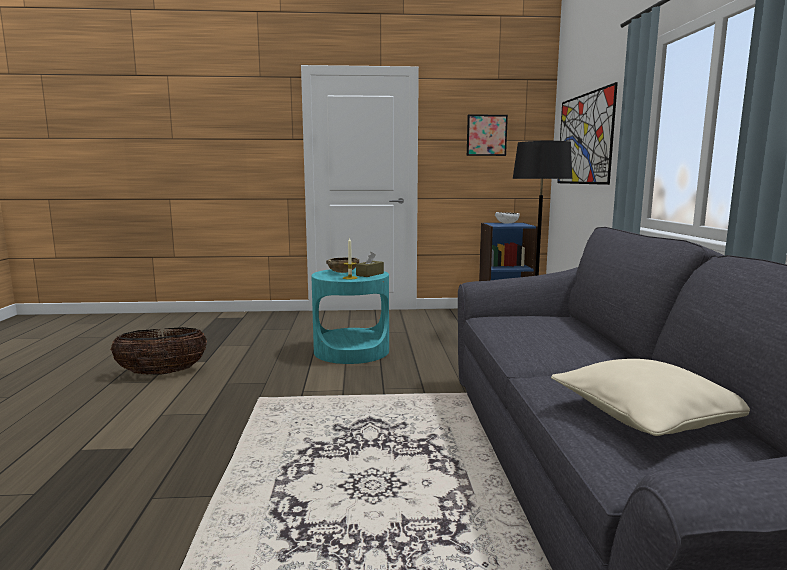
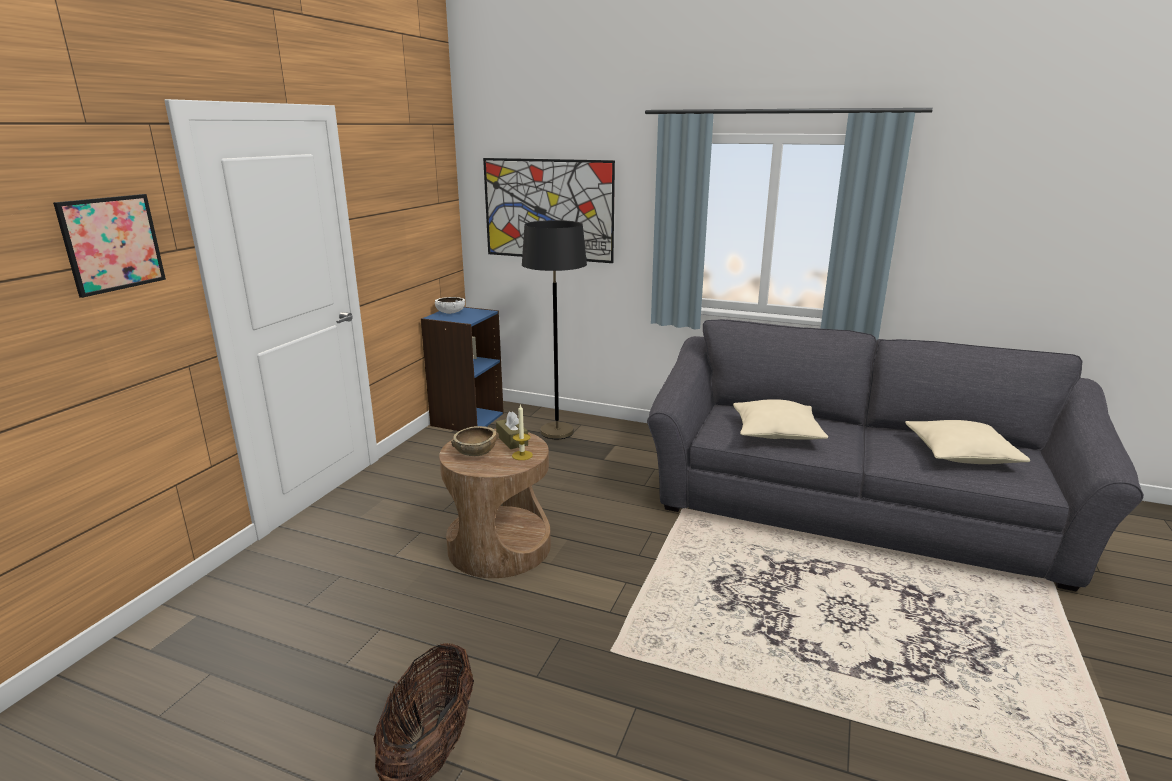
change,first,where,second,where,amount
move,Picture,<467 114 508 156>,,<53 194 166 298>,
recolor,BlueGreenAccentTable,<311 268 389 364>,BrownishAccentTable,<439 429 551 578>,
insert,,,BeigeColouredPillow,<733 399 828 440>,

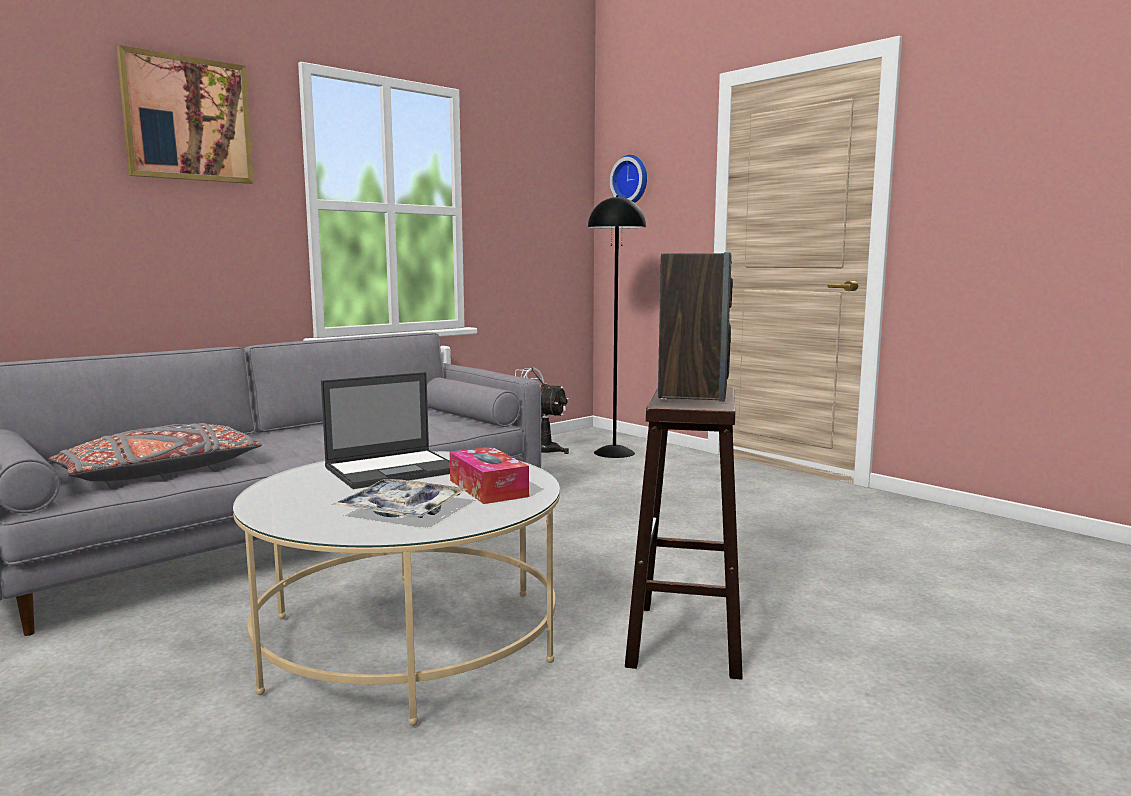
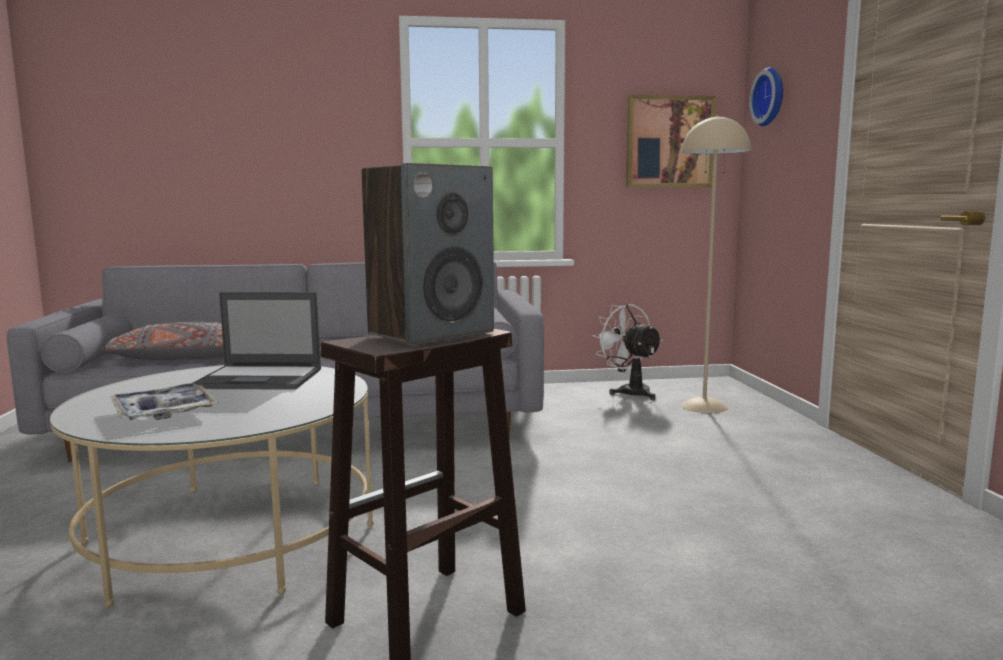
change,first,where,second,where,amount
move,Picture,<117 45 254 184>,,<626 95 716 187>,
recolor,BlackColouredFloorLamp,<588 195 646 458>,BeigeColouredFloorLamp,<681 115 751 413>,
delete,BoxOfTissues,<449 447 529 504>,,,

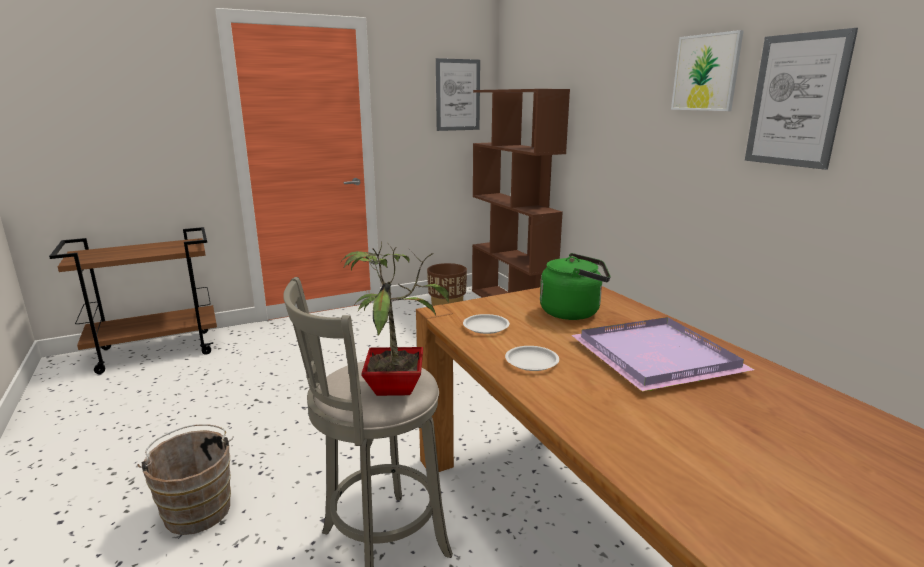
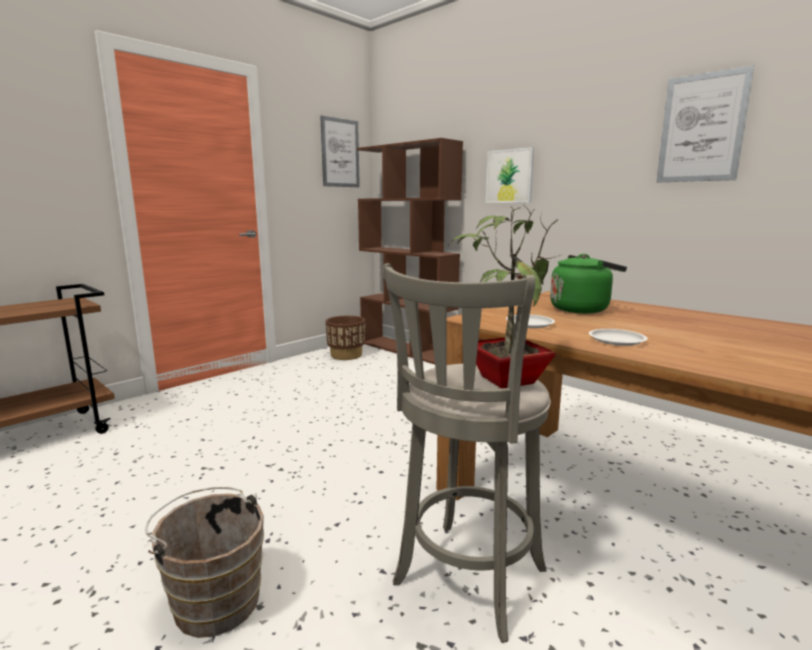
change,first,where,second,where,amount
move,Picture,<671 30 744 111>,,<486 147 534 203>,
delete,PurpleTray,<572 317 755 391>,,,

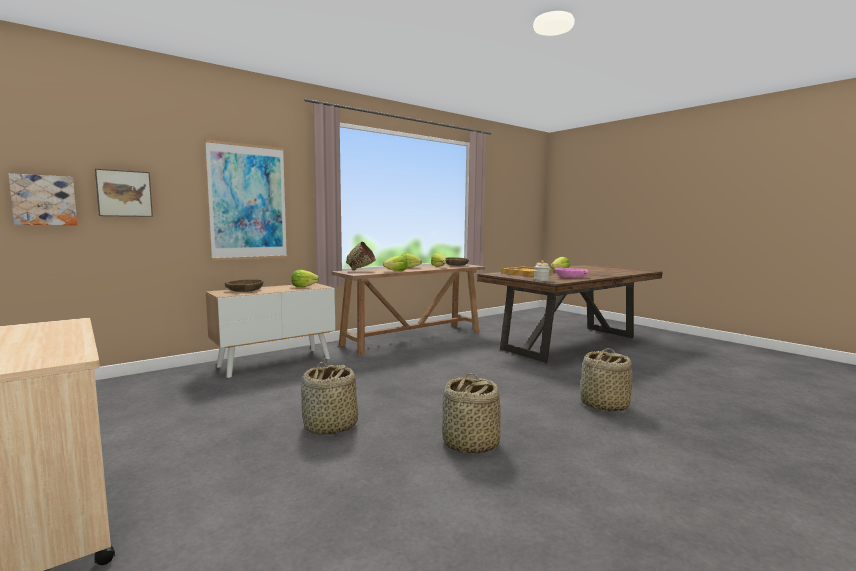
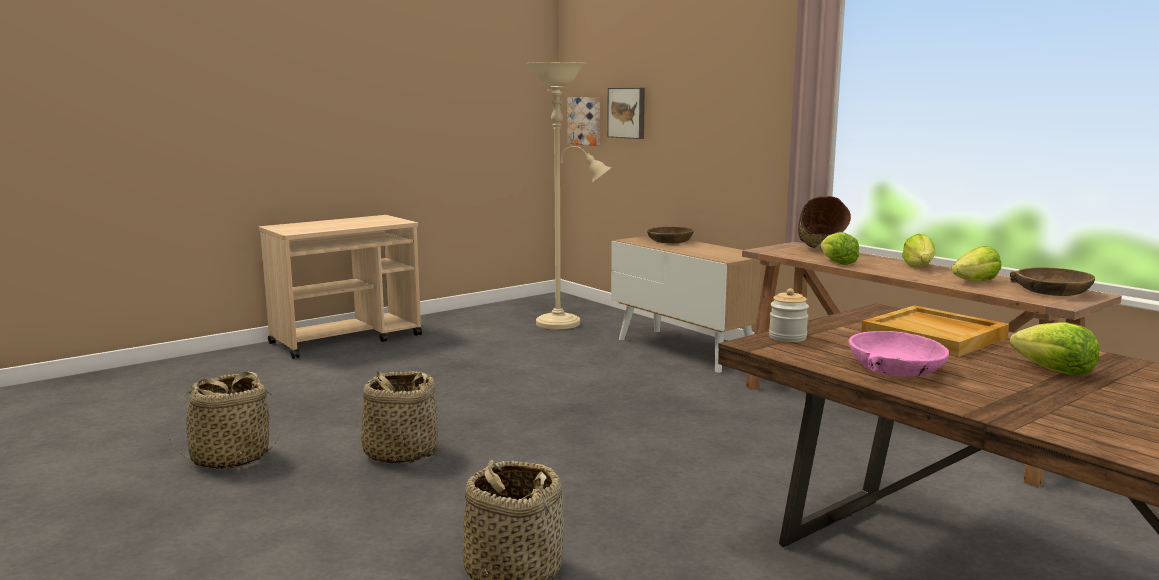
change,first,where,second,where,amount
delete,Picture,<205 140 287 260>,,,
delete,LettuceHead,<292 270 319 287>,,,
move,StorageBasket,<301 362 358 435>,,<168 372 280 470>,
insert,,,BeigeColouredFloorLamp,<526 62 612 330>,

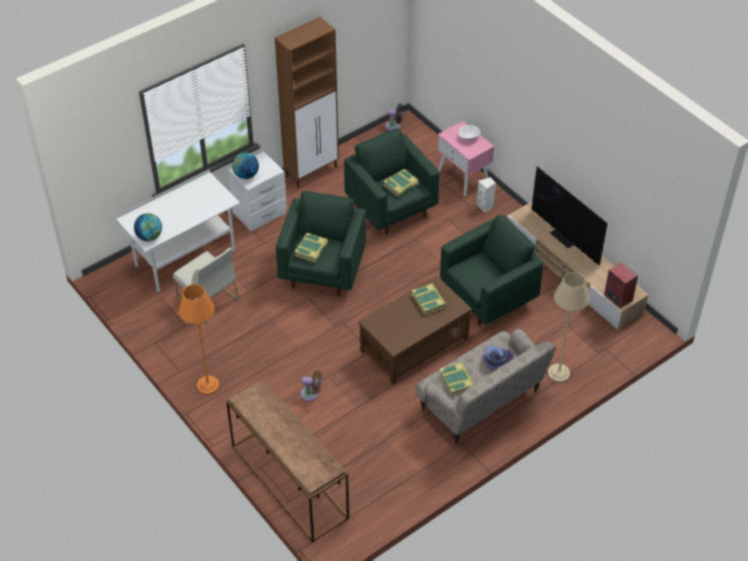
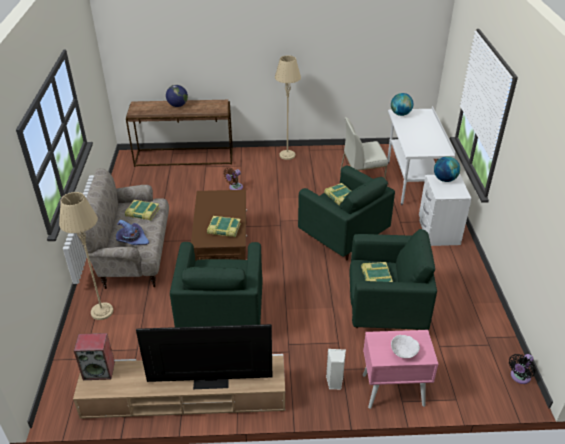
change,first,where,second,where,amount
delete,BrownishCupboard,<275 17 339 187>,,,
recolor,OrangeColouredFloorLamp,<179 284 219 395>,BeigeColouredFloorLamp,<275 55 301 160>,
insert,,,DeskGlobe,<166 85 188 107>,

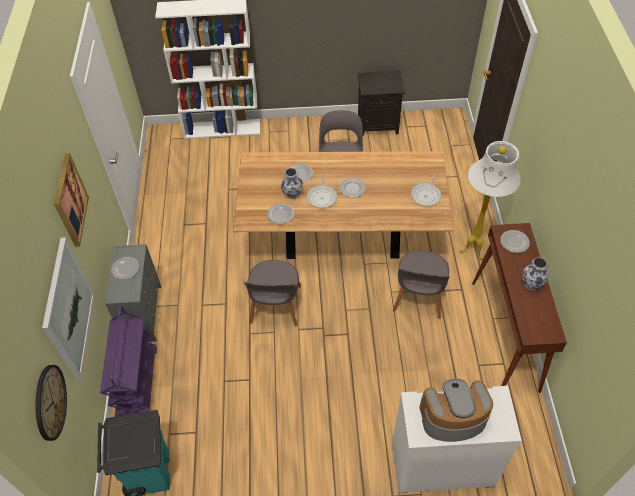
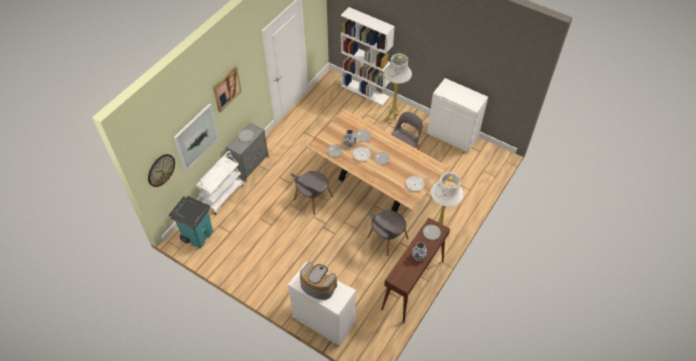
change,first,where,second,where,amount
replace,BlackColouredNightstand,<358 70 405 136>,WhitishCupboard,<427 78 488 153>,
recolor,PurpleCart,<100 305 157 417>,WhitishCart,<196 151 243 215>,
insert,,,WhitishFloorLamp,<384 54 412 124>,

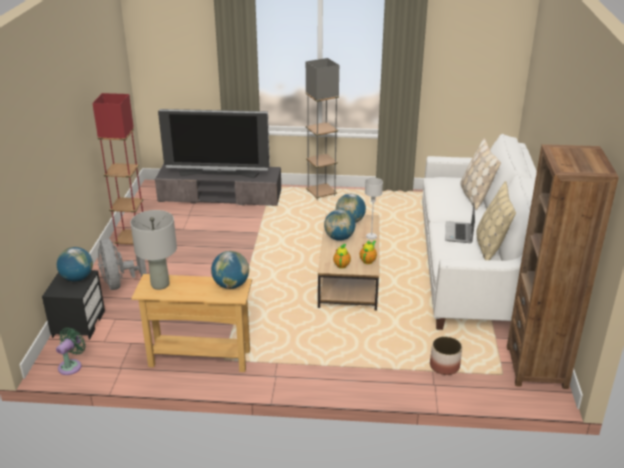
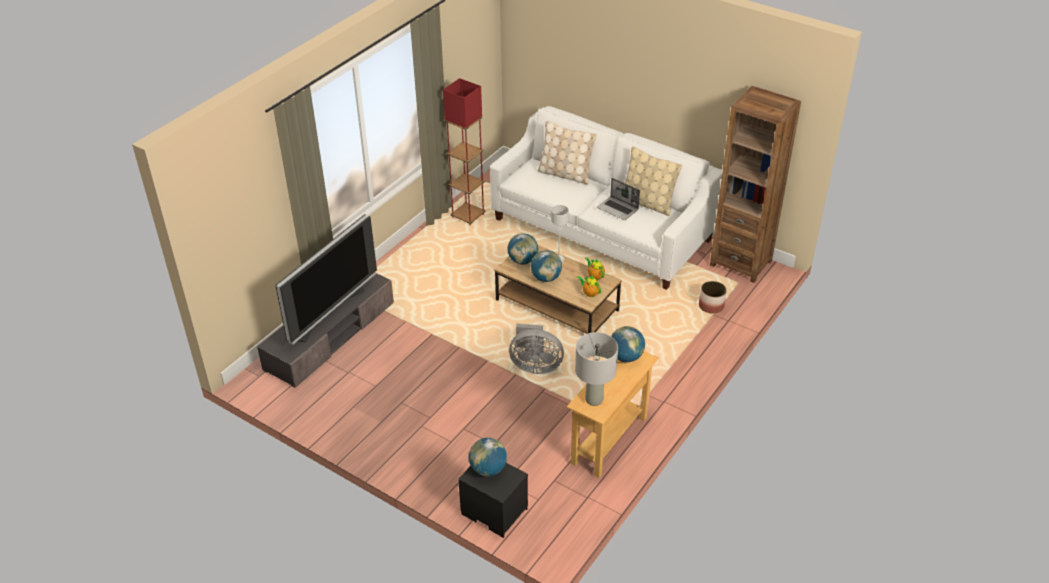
change,first,where,second,where,amount
delete,GreyishFloorLamp,<306 58 339 200>,,,
move,RedColouredFloorLamp,<92 93 143 247>,,<443 78 486 226>,
move,GreyishElectricFan,<98 238 147 290>,,<509 323 564 374>,
delete,GreenColouredElectricFan,<56 327 86 375>,,,

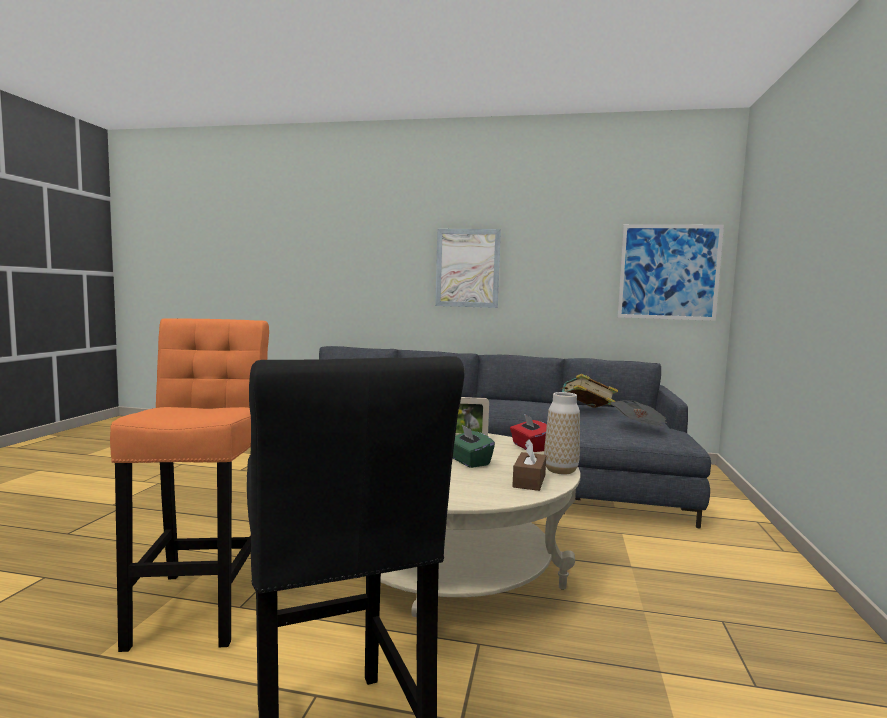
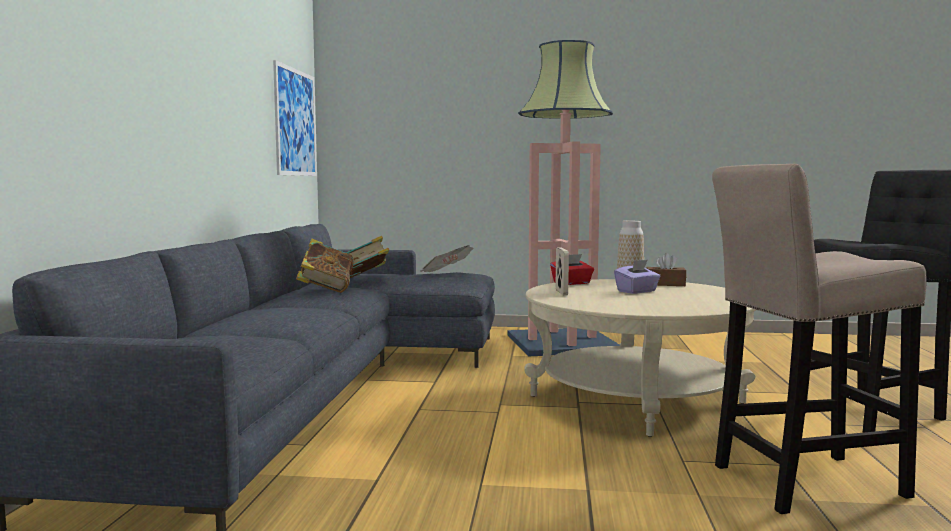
change,first,where,second,where,amount
delete,Picture,<435 229 501 308>,,,
recolor,OrangeColouredSittingStool,<110 318 269 652>,BeigeColouredSittingStool,<712 164 927 514>,
recolor,GreenColouredBoxOfTissues,<453 425 495 468>,PurpleBoxOfTissues,<614 260 661 294>,
insert,,,FloorLamp,<507 40 620 356>,
insert,,,Volume,<296 239 354 293>,

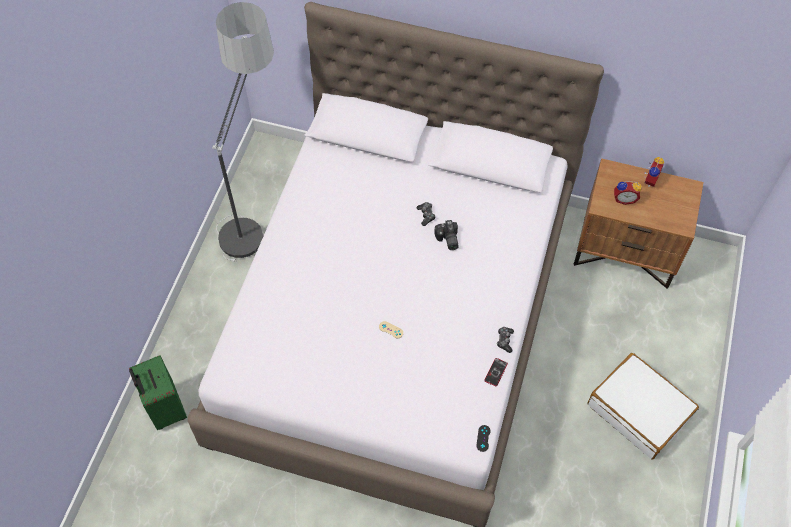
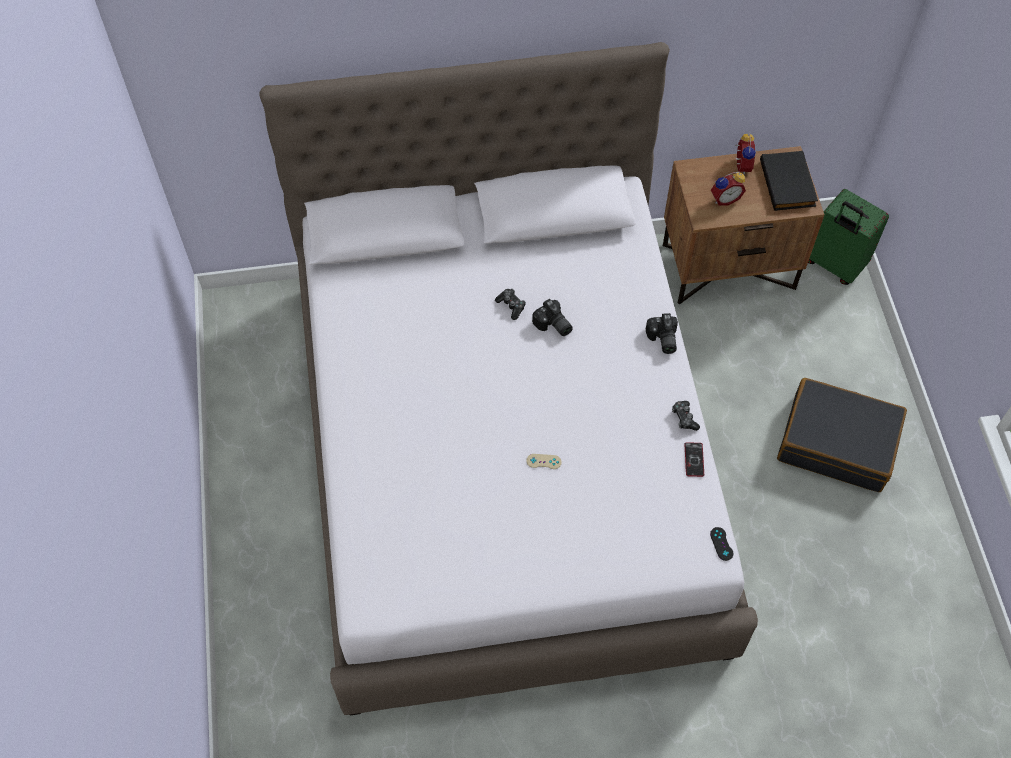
change,first,where,second,where,amount
delete,FloorLamp,<212 2 274 262>,,,
recolor,WhitishTravelCase,<587 353 699 460>,BlackColouredTravelCase,<777 378 907 492>,
move,GreenColouredTravelCase,<129 355 187 430>,,<808 189 889 285>,
insert,,,BlackColouredVolume,<760 151 818 211>,
insert,,,PhotoCamera,<646 313 678 354>,

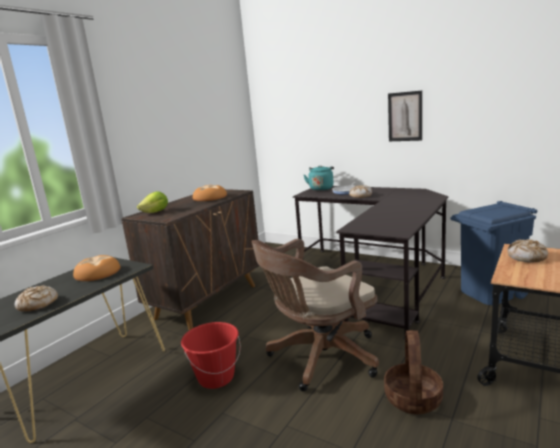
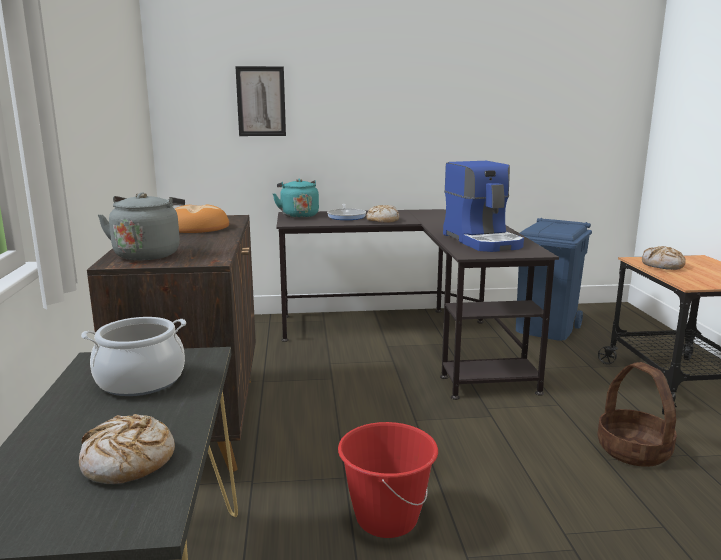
change,first,where,second,where,amount
move,Picture,<388 91 422 141>,,<235 66 286 136>,
replace,LettuceHead,<137 191 168 213>,GreyishWaterKettle,<98 192 185 260>,
delete,BrownishOfficeChair,<252 239 379 391>,,,
replace,Bread,<73 255 120 281>,Saucepot,<81 317 186 396>,
insert,,,CoffeeMaker,<443 161 524 252>,

